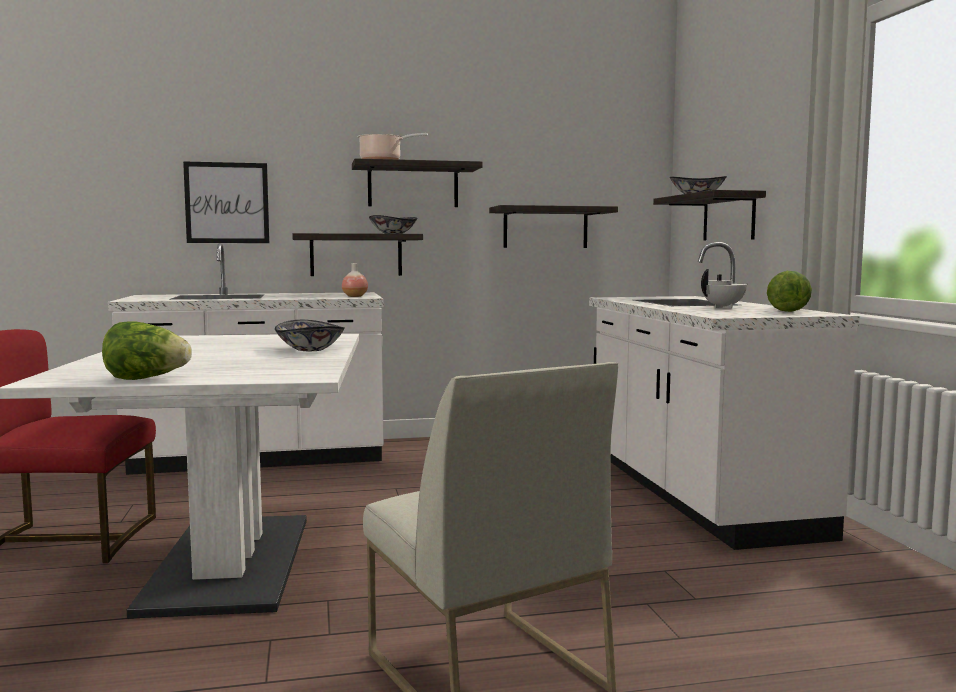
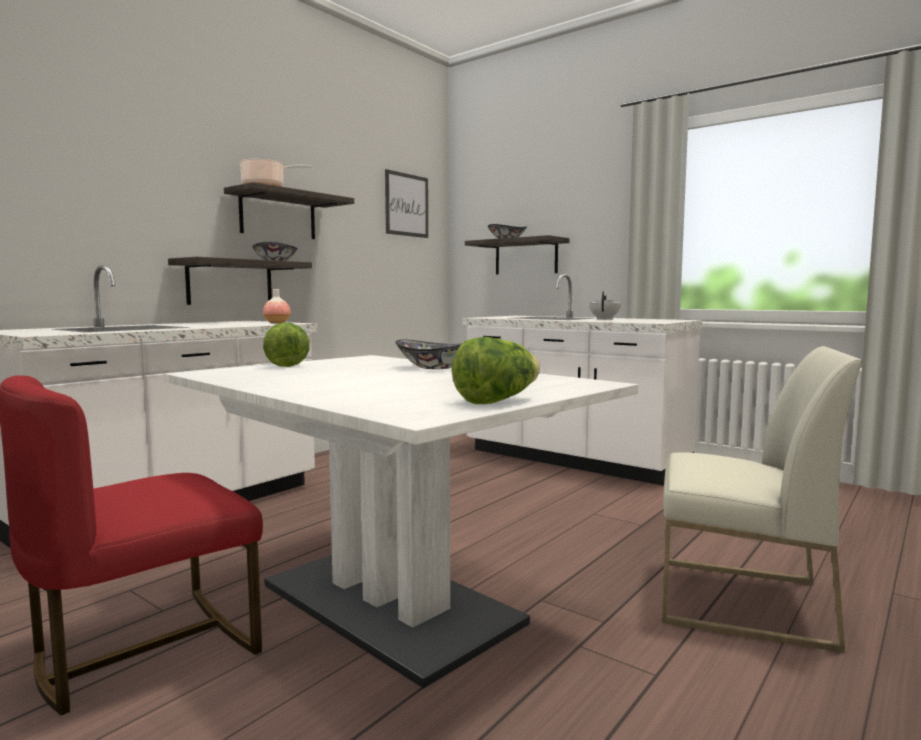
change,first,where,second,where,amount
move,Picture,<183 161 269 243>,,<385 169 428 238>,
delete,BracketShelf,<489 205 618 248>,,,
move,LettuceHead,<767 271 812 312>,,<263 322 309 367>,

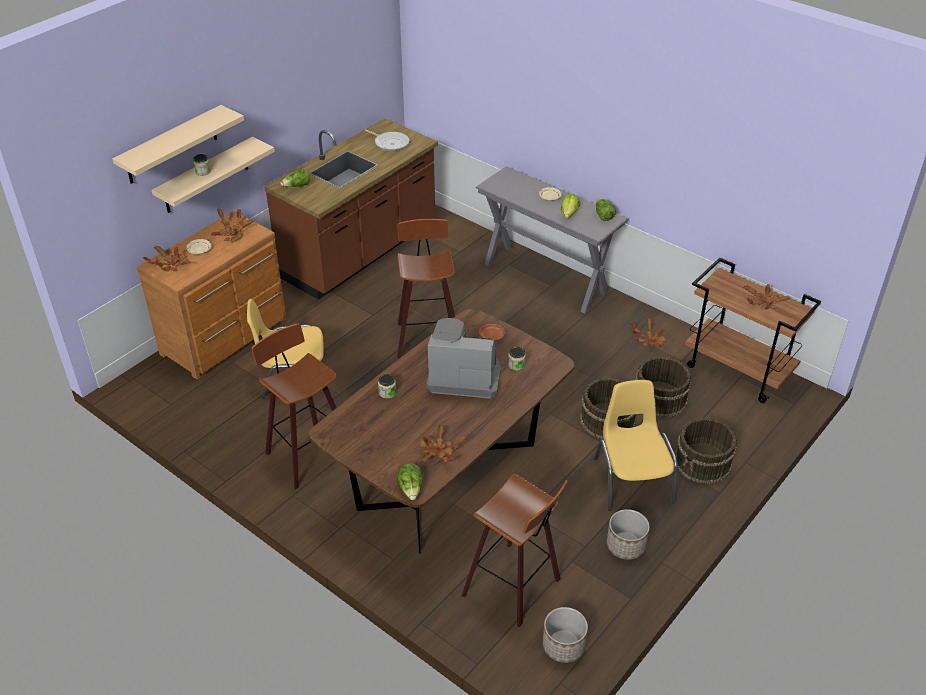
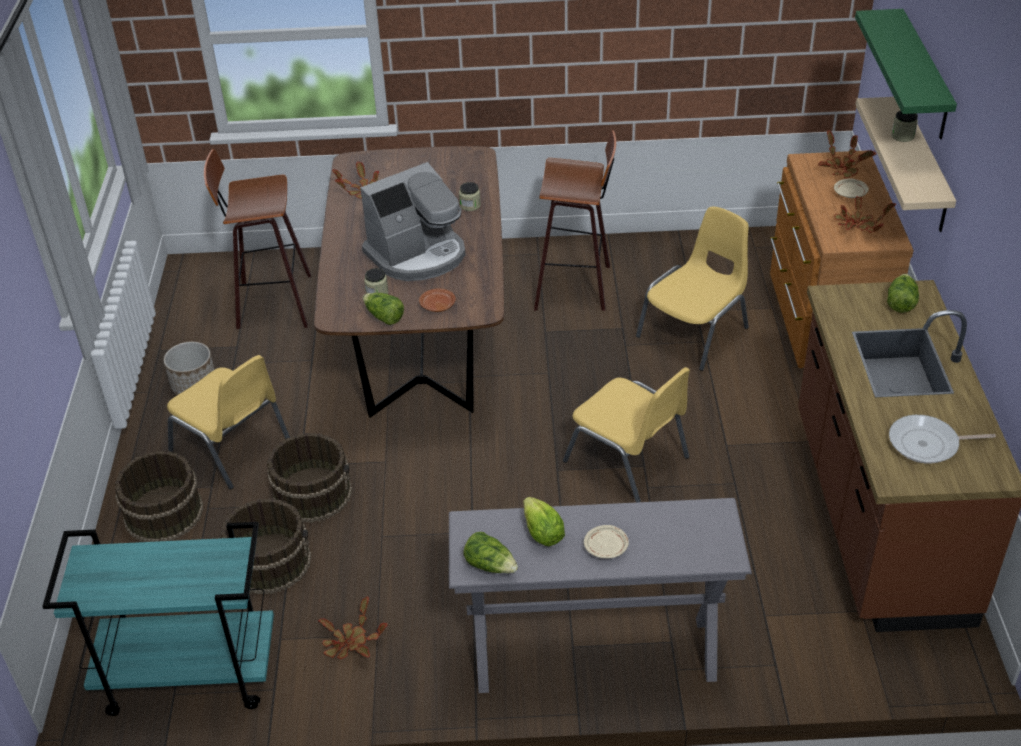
change,first,where,second,where,amount
recolor,BeigeColouredBracketShelf,<112 105 244 184>,GreenColouredBracketShelf,<855 9 957 139>,
replace,SittingStool,<397 219 455 358>,YellowishUprightChair,<563 367 690 502>,
recolor,BrownishCart,<685 258 821 403>,BlueGreenCart,<42 522 274 716>,
delete,PlantInAPot,<743 284 790 310>,,,
move,LettuceHead,<398 463 423 500>,,<363 293 404 325>,
delete,PlantPot,<543 607 588 663>,,,

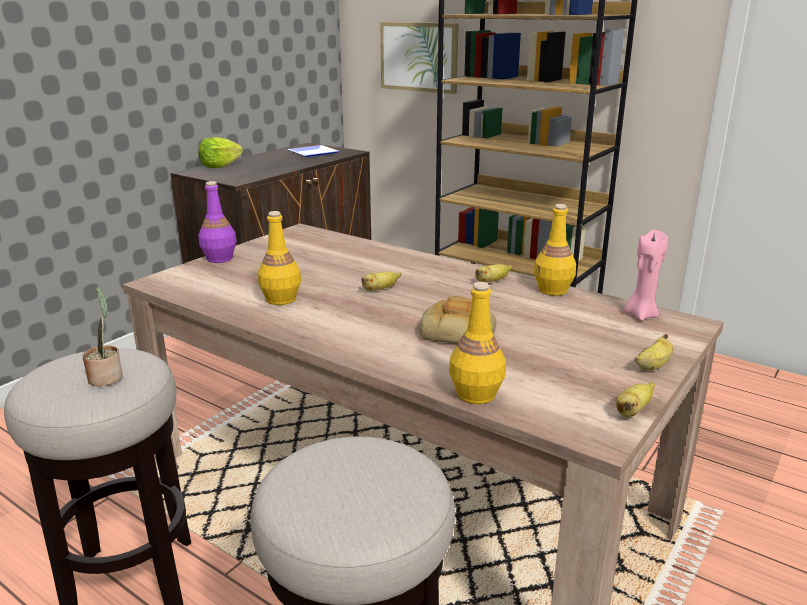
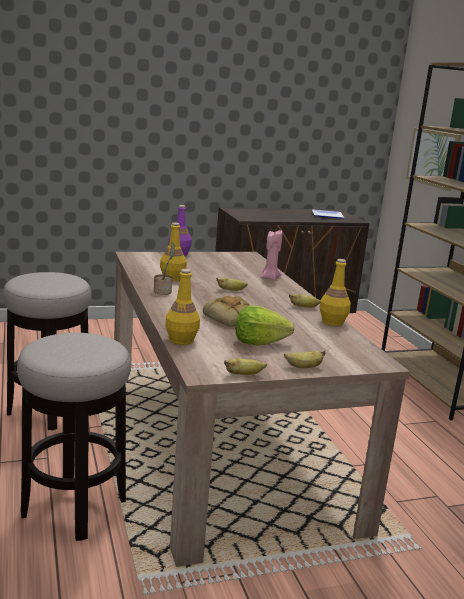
change,first,where,second,where,amount
move,LettuceHead,<198 137 243 168>,,<236 306 295 346>,
move,PinkColouredCandle,<624 230 668 320>,,<261 230 282 280>,
move,PlantInAPot,<82 286 123 386>,,<154 242 175 295>,

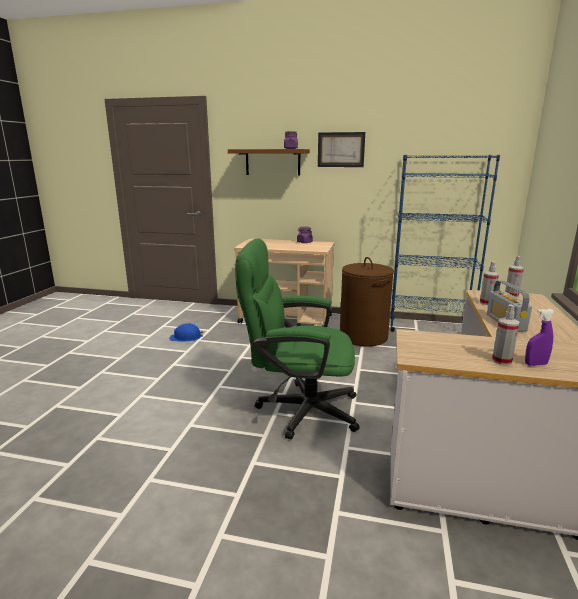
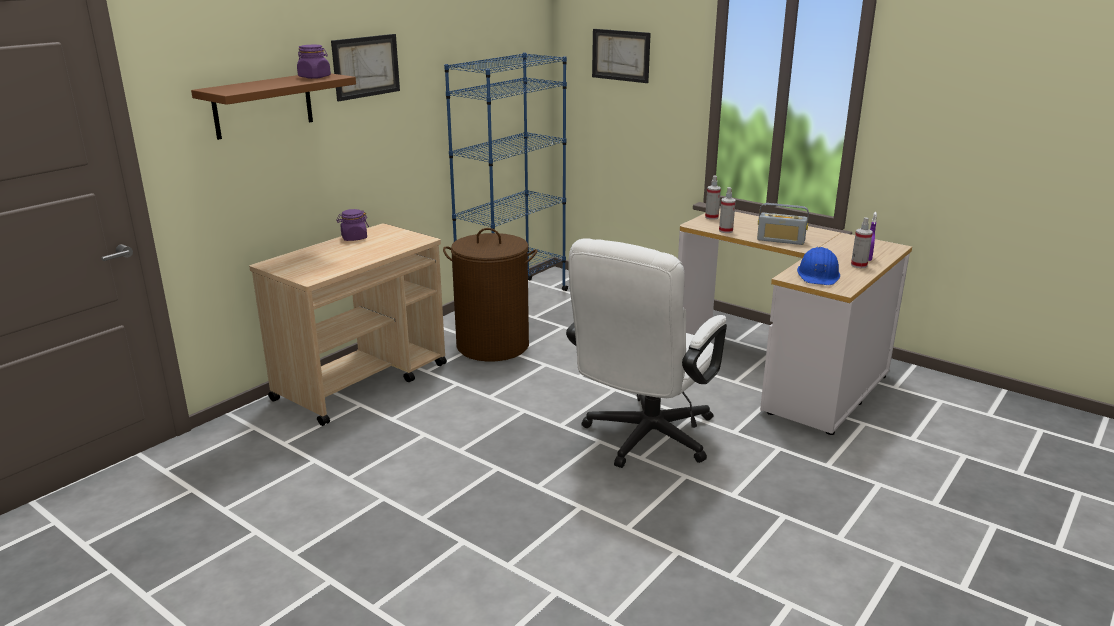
change,first,where,second,where,amount
recolor,GreenColouredOfficeChair,<235 238 360 440>,WhitishOfficeChair,<566 238 727 468>,
move,BlueColouredHardHat,<170 323 203 342>,,<797 247 840 285>,
insert,,,Picture,<592 29 651 83>,

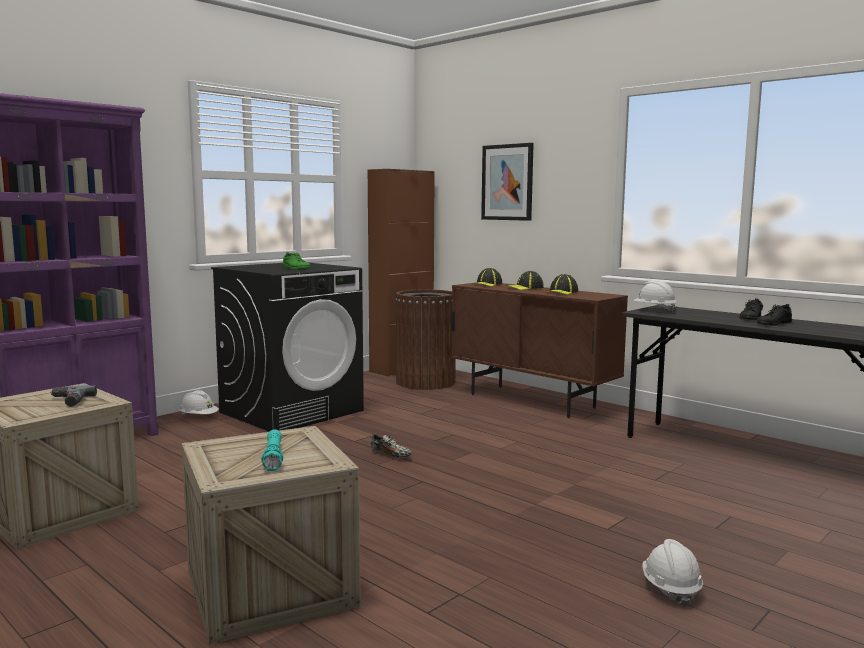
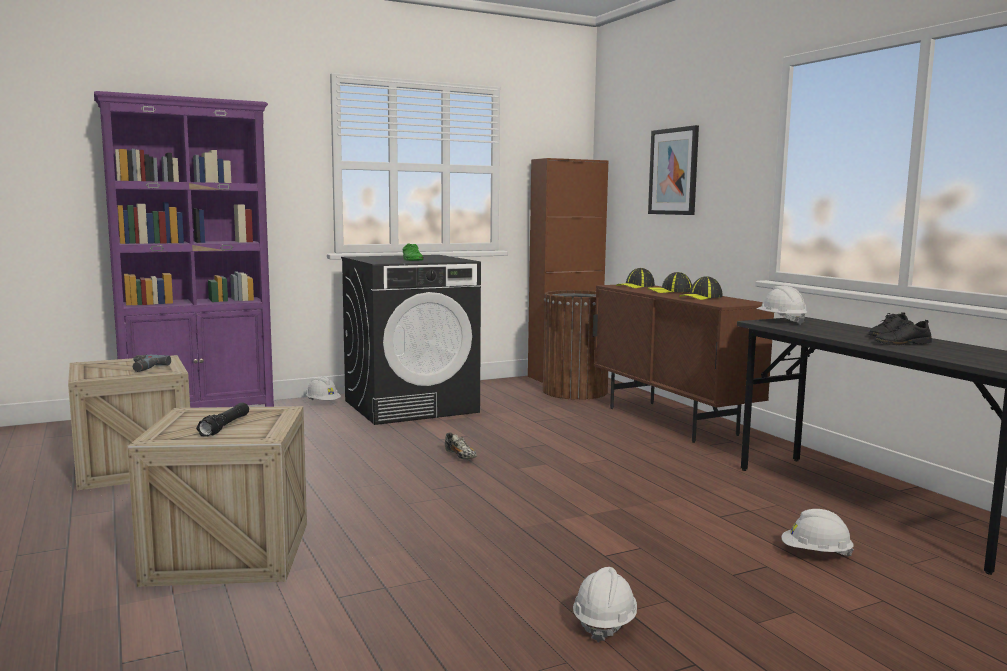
change,first,where,second,where,amount
recolor,BlueGreenHandTorch,<262 429 283 471>,BlackColouredHandTorch,<196 403 249 437>,
insert,,,WhitishHardHat,<781 509 854 557>,

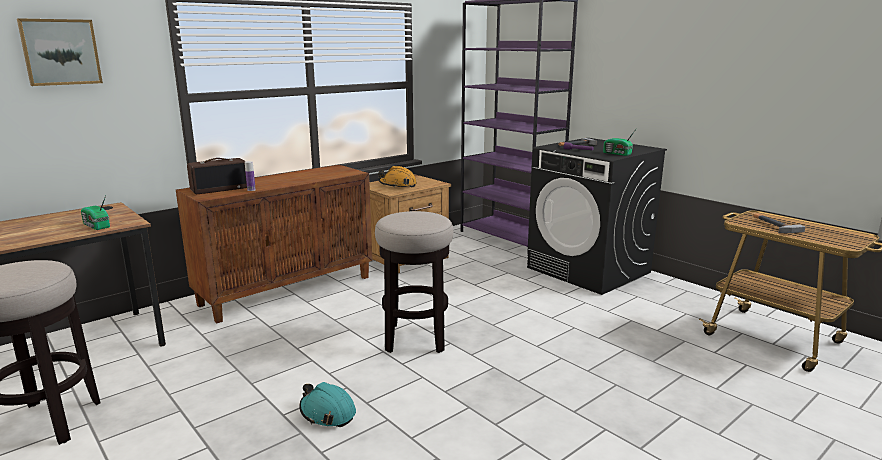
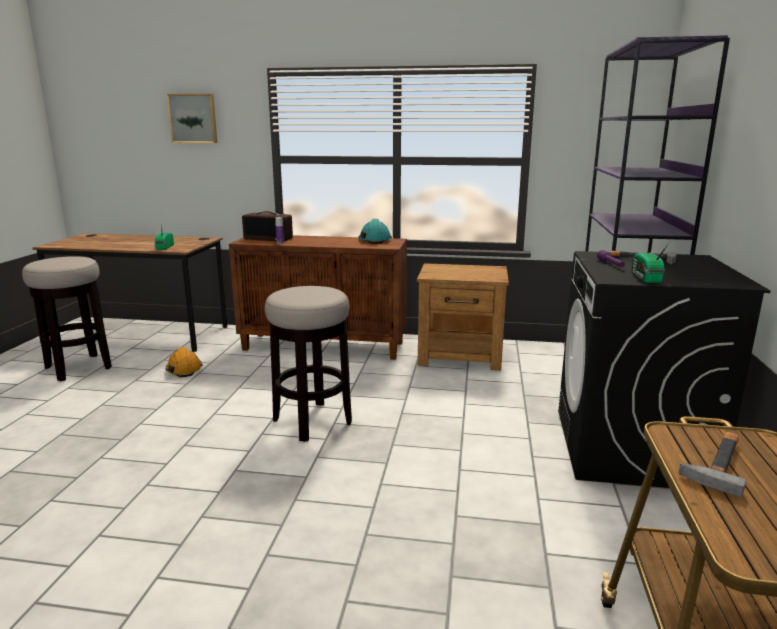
change,first,where,second,where,amount
move,OrangeColouredHardHat,<378 166 417 188>,,<166 347 202 377>,
move,BlueGreenHardHat,<299 382 356 427>,,<359 219 392 244>,

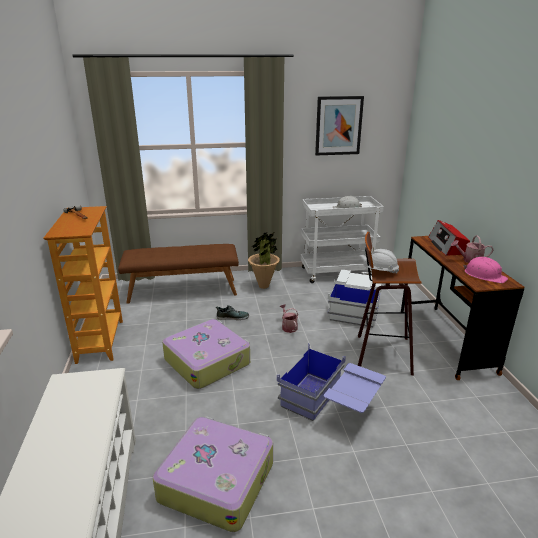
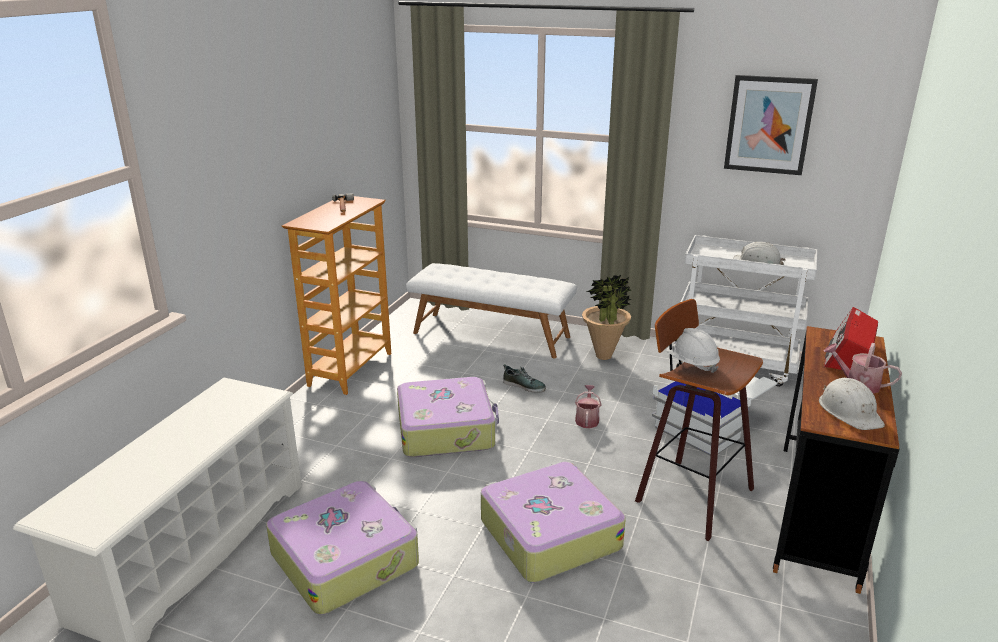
change,first,where,second,where,amount
recolor,BrownishIndoorBench,<118 244 239 304>,WhitishIndoorBench,<406 263 577 359>,
recolor,PinkColouredHardHat,<463 257 508 283>,WhitishHardHat,<819 378 885 430>,
replace,BlueColouredStorageBox,<277 343 386 421>,TravelCase,<481 461 626 583>,

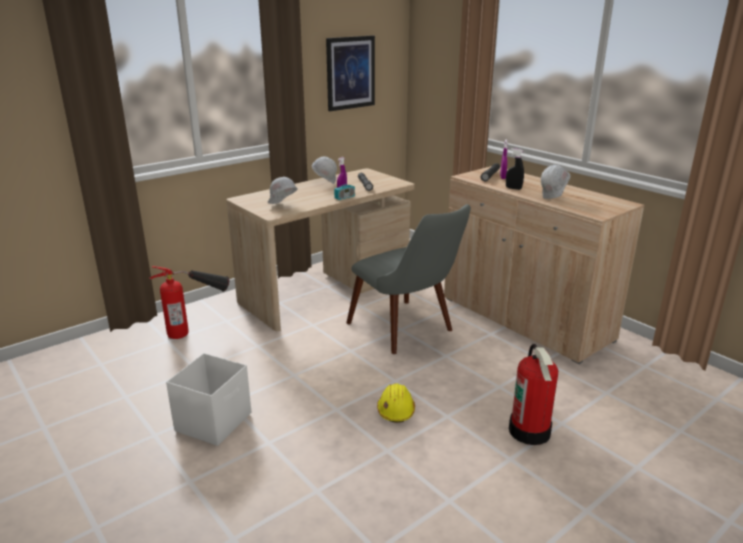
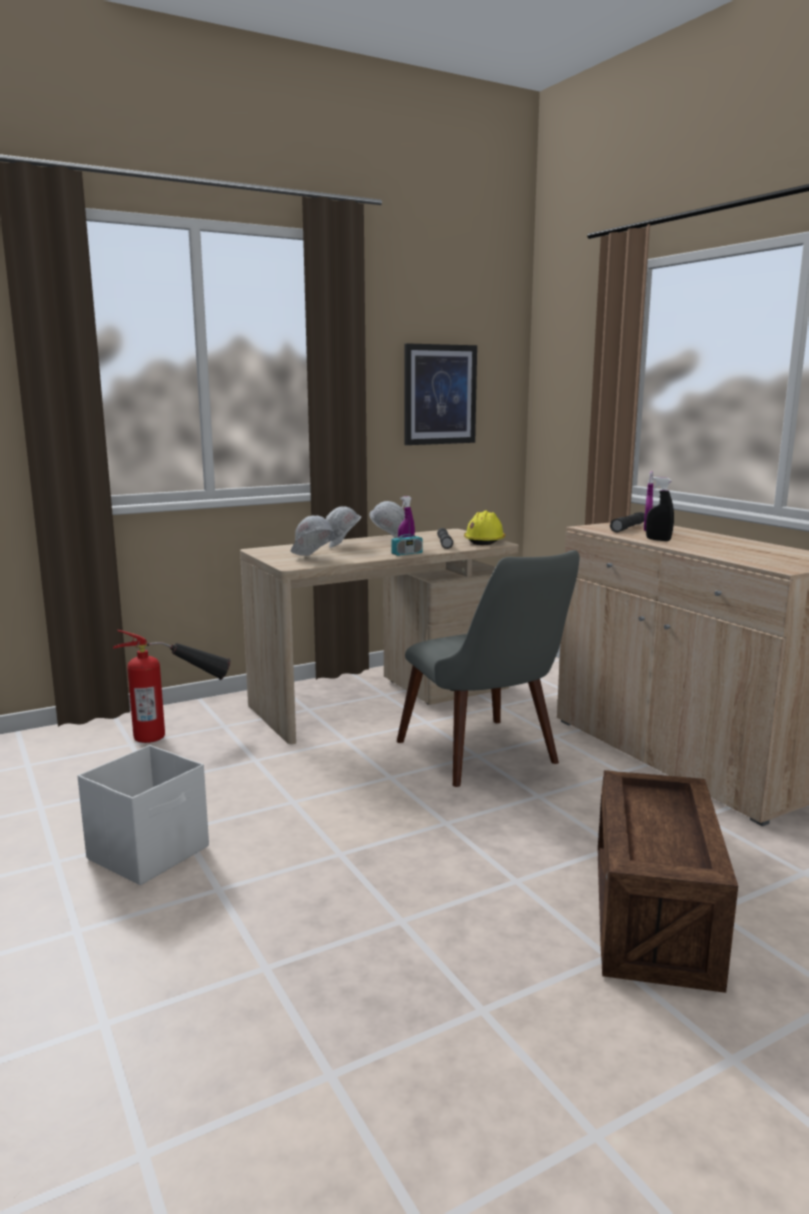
change,first,where,second,where,amount
move,WhitishHardHat,<541 165 570 199>,,<326 507 361 548>,
replace,Extinguisher,<509 344 558 445>,ShippingCrate,<598 770 738 993>,
move,YellowishHardHat,<377 383 415 423>,,<464 511 506 545>,

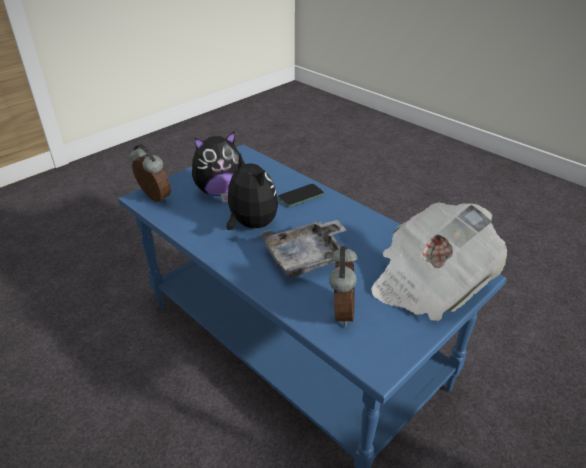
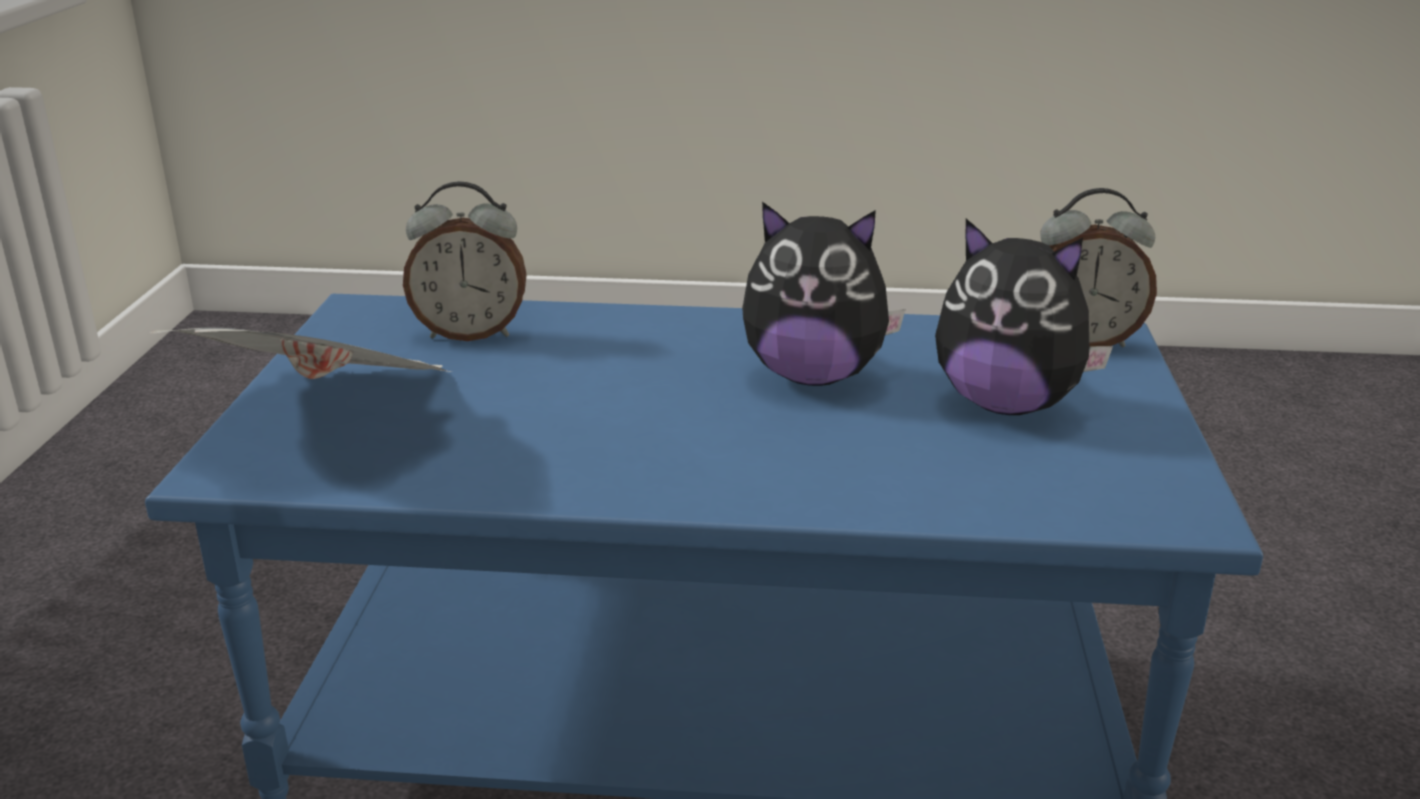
change,first,where,second,where,amount
rotate,PlushToy,<192 131 240 196>,,<935 219 1113 415>,90 degrees counterclockwise
delete,Phone,<277 184 325 207>,,,
delete,GreyishTray,<261 220 347 278>,,,
rotate,AlarmClock,<329 246 357 327>,,<403 181 527 341>,60 degrees counterclockwise

